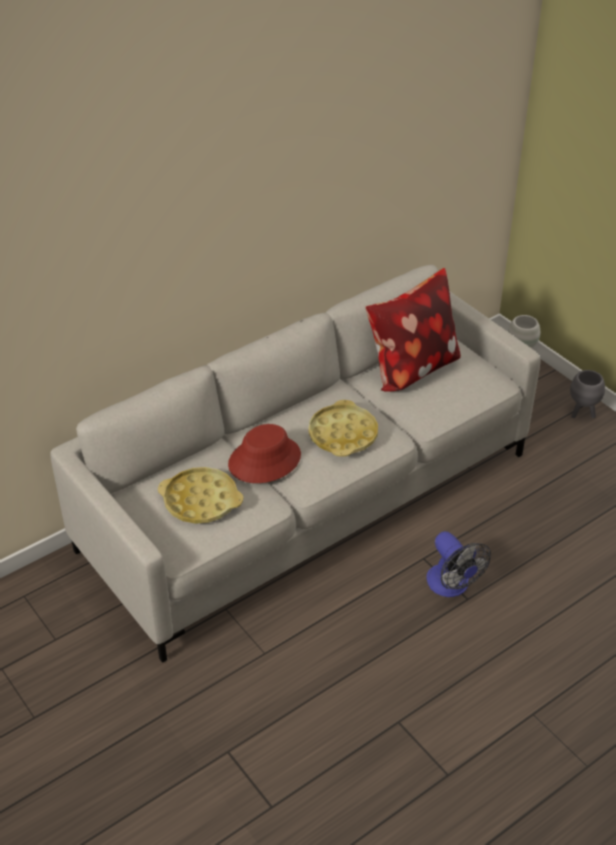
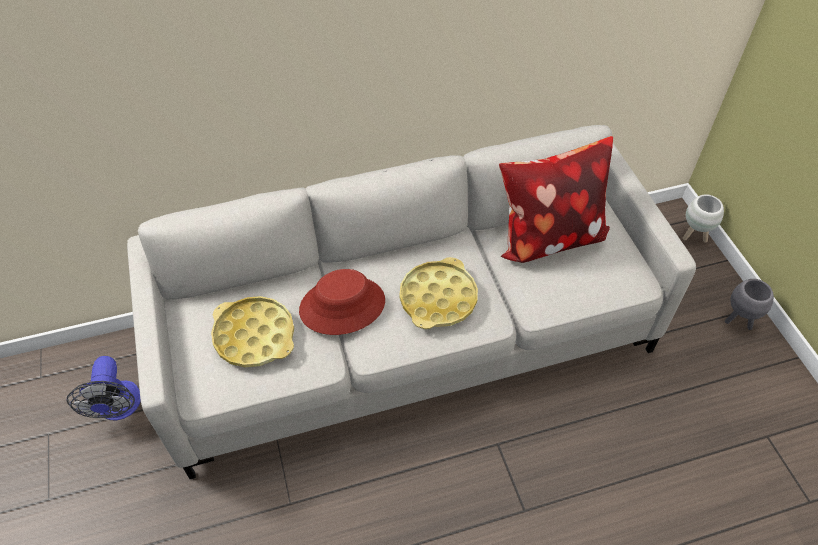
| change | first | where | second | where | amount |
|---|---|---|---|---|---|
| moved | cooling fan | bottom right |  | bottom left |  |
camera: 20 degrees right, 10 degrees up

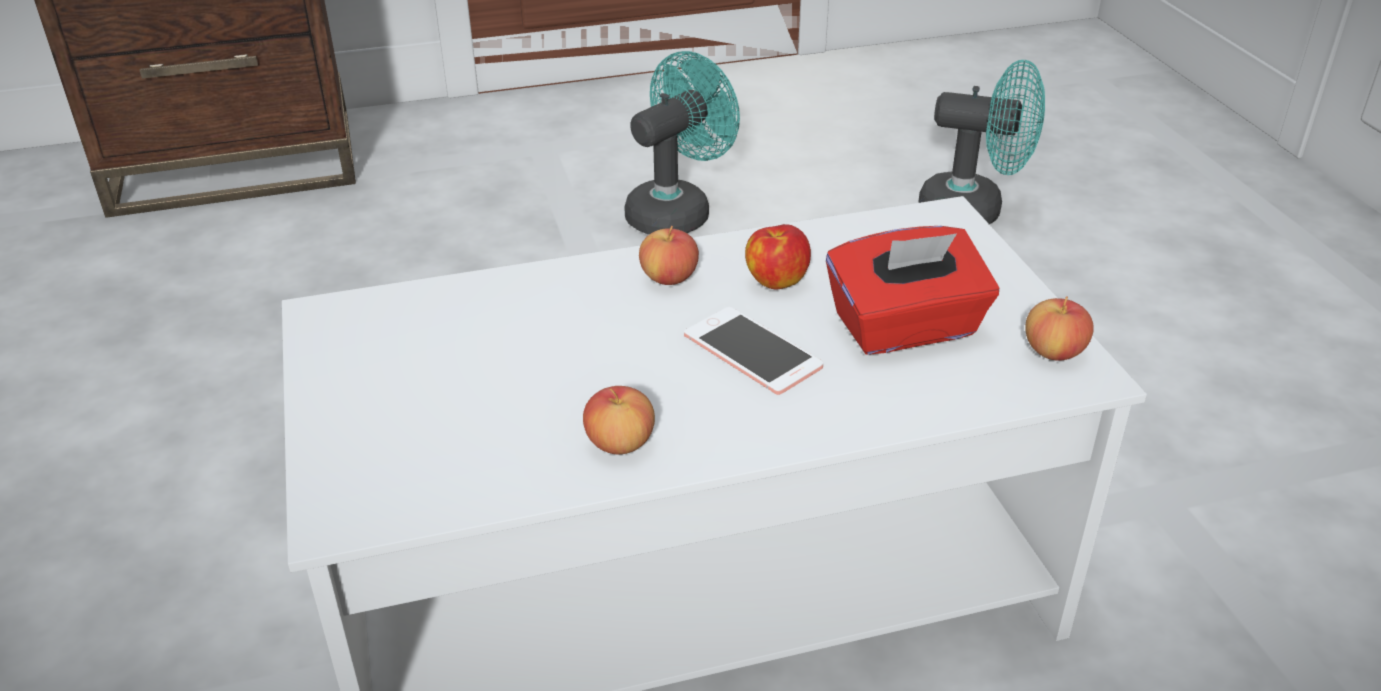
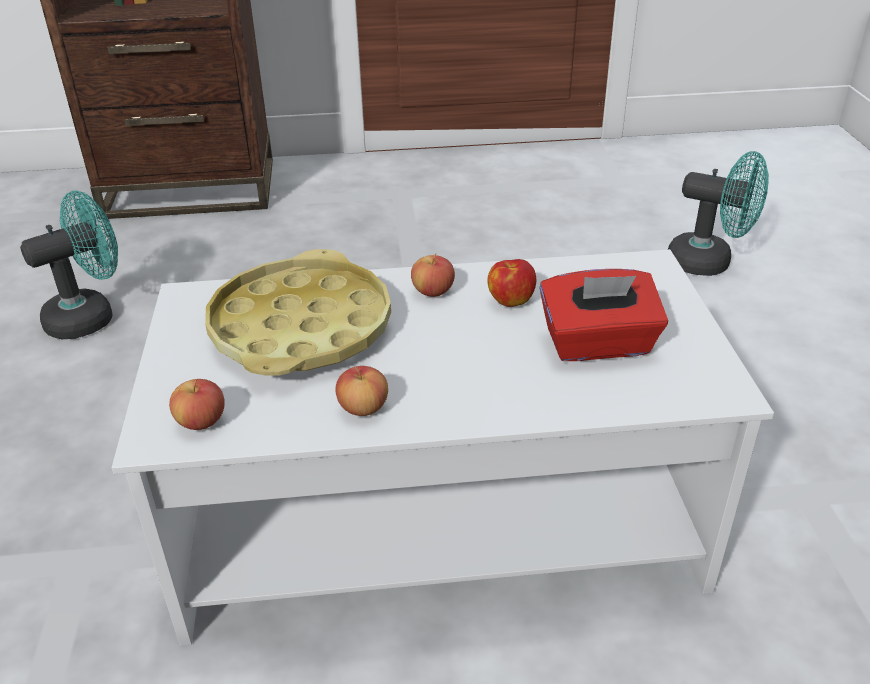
| change | first | where | second | where | amount |
|---|---|---|---|---|---|
| moved | turquoise cooling fan (1st from left) | top centre |  | middle left |  |
| removed | telephone | centre |  |  |  |
| moved | apple (4th from left in the first image) | middle right | apple (1st from left) | middle left |  |
| added |  |  | yellow carrying tray | centre |  |
camera: 10 degrees right, 0 degrees up

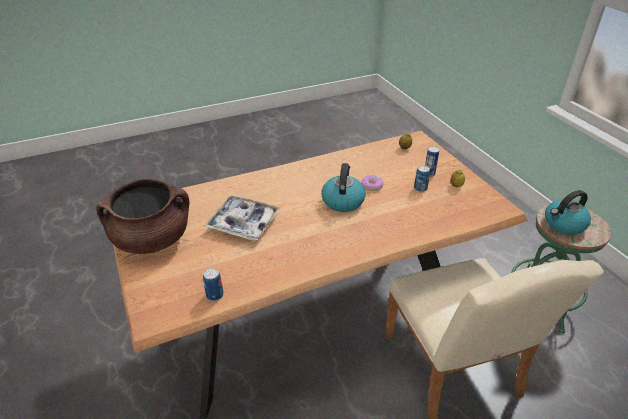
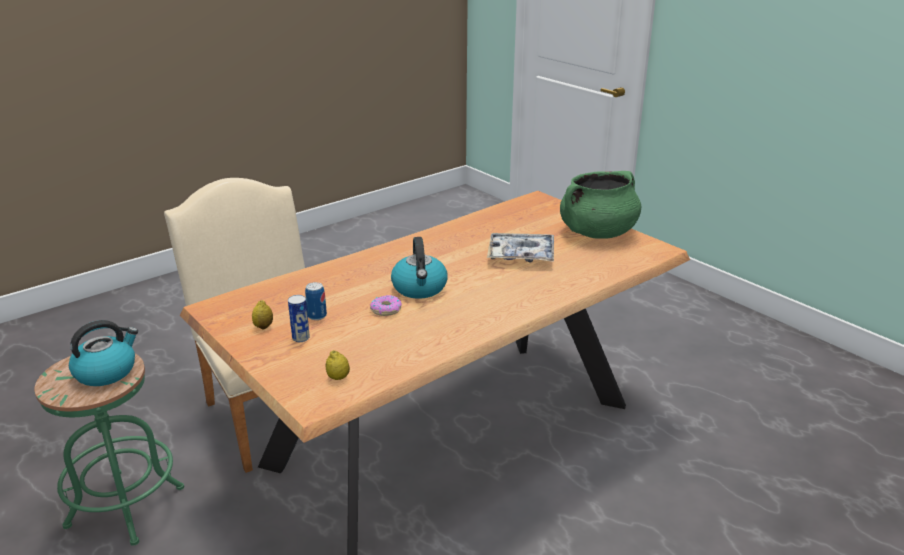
| change | first | where | second | where | amount |
|---|---|---|---|---|---|
| recoloured | brownish saucepot | middle left | greenish saucepot | centre |  |
| removed | can (1st from left) | bottom centre |  |  |  |
camera: 165 degrees right, 10 degrees down

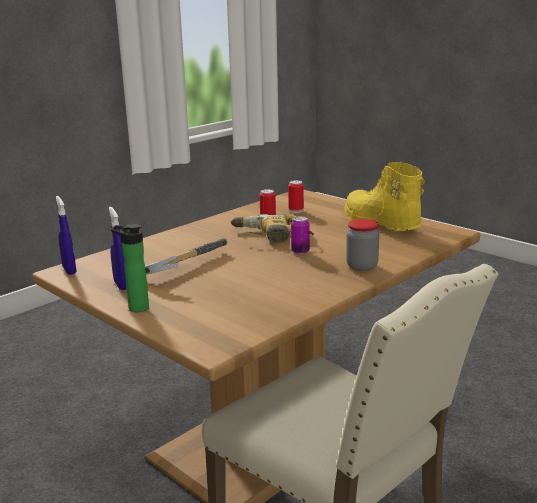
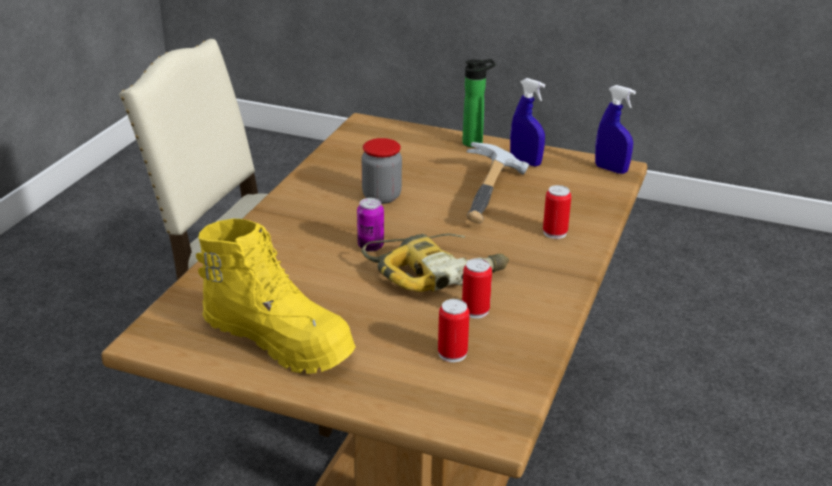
| change | first | where | second | where | amount |
|---|---|---|---|---|---|
| moved | storage jar | middle right |  | centre |  |
| added |  |  | can (4th from left) | middle right |  |
camera: 155 degrees right, 10 degrees up

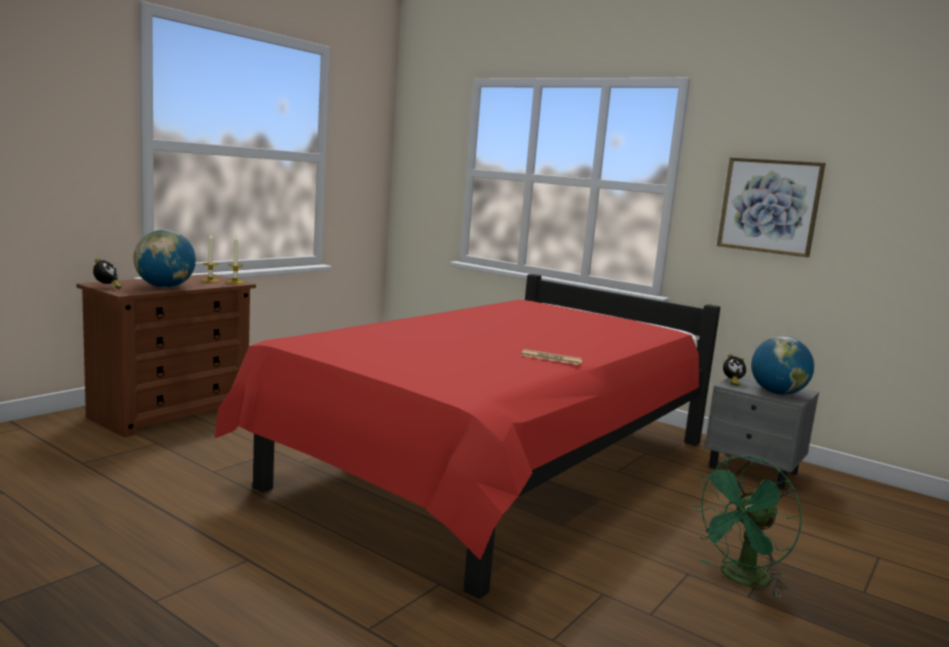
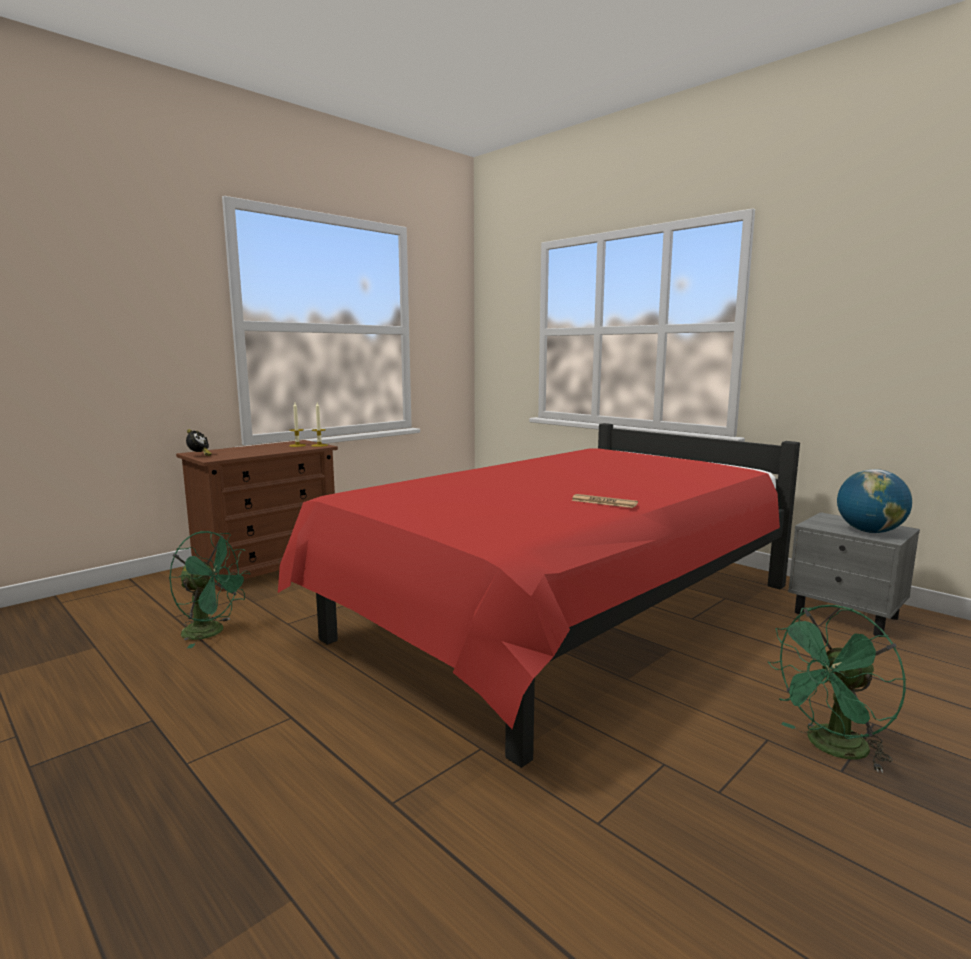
| change | first | where | second | where | amount |
|---|---|---|---|---|---|
| removed | world globe (1st from left) | middle left |  |  |  |
| removed | wall picture | top right |  |  |  |
| removed | alarm clock (2nd from left) | middle right |  |  |  |
| added |  |  | greenish cooling fan (1st from left) | middle left |  |
camera: 10 degrees right, 0 degrees up

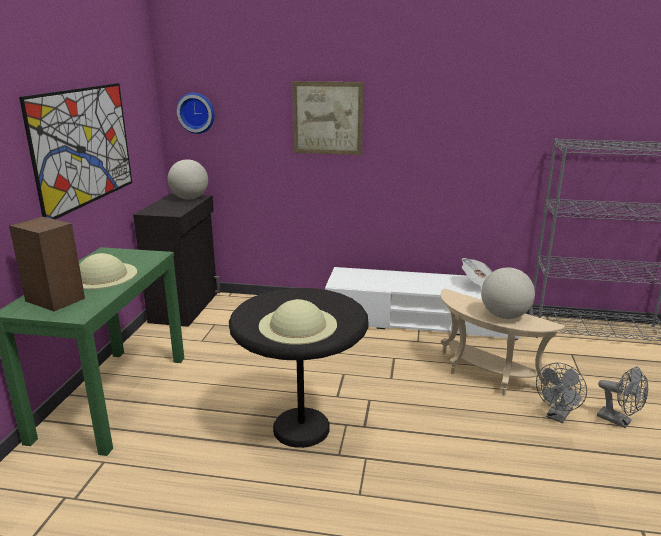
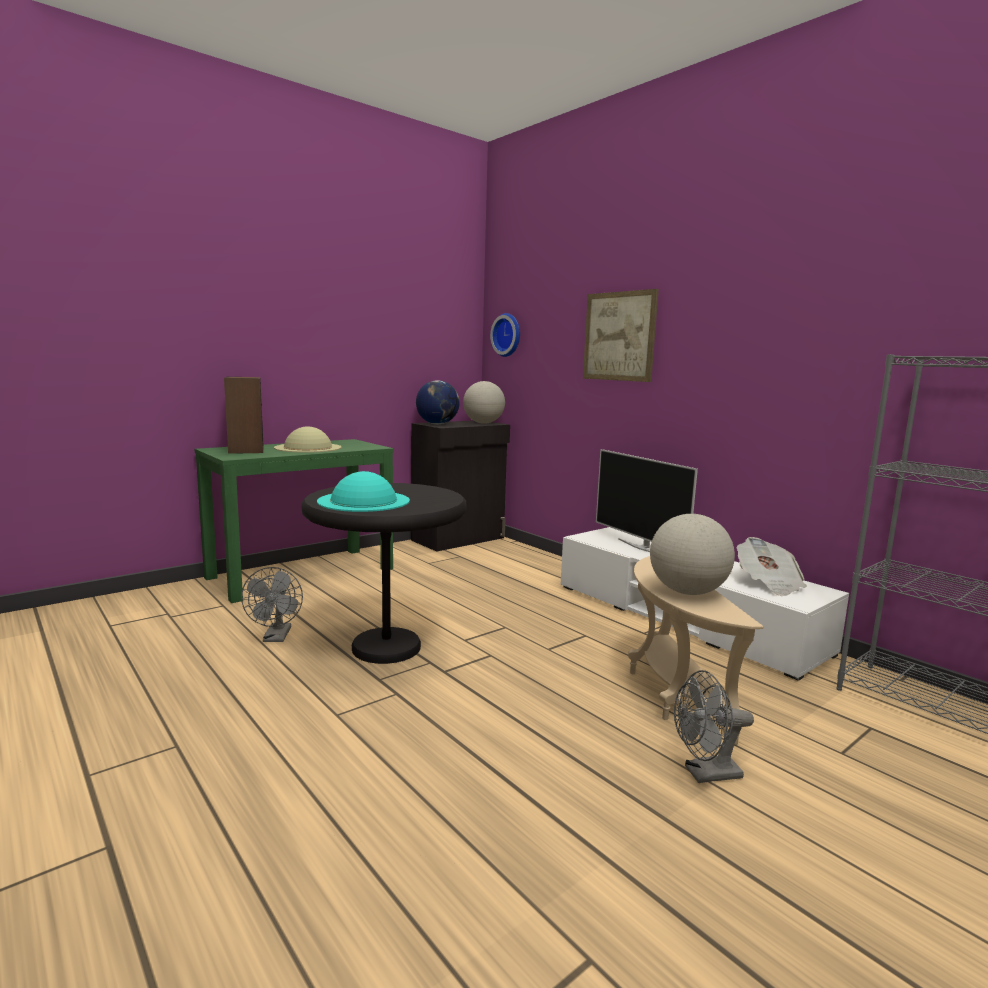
| change | first | where | second | where | amount |
|---|---|---|---|---|---|
| removed | wall picture (1st from left) | top left |  |  |  |
| recoloured | sand-coloured hat (2nd from left) | centre | turquoise hat | centre |  |
| moved | greyish cooling fan (2nd from left in the first image) | bottom right | greyish cooling fan (1st from left) | middle left |  |
| added |  |  | world globe (1st from left) | centre |  |
| added |  |  | TV | centre |  |
camera: 40 degrees right, 10 degrees down

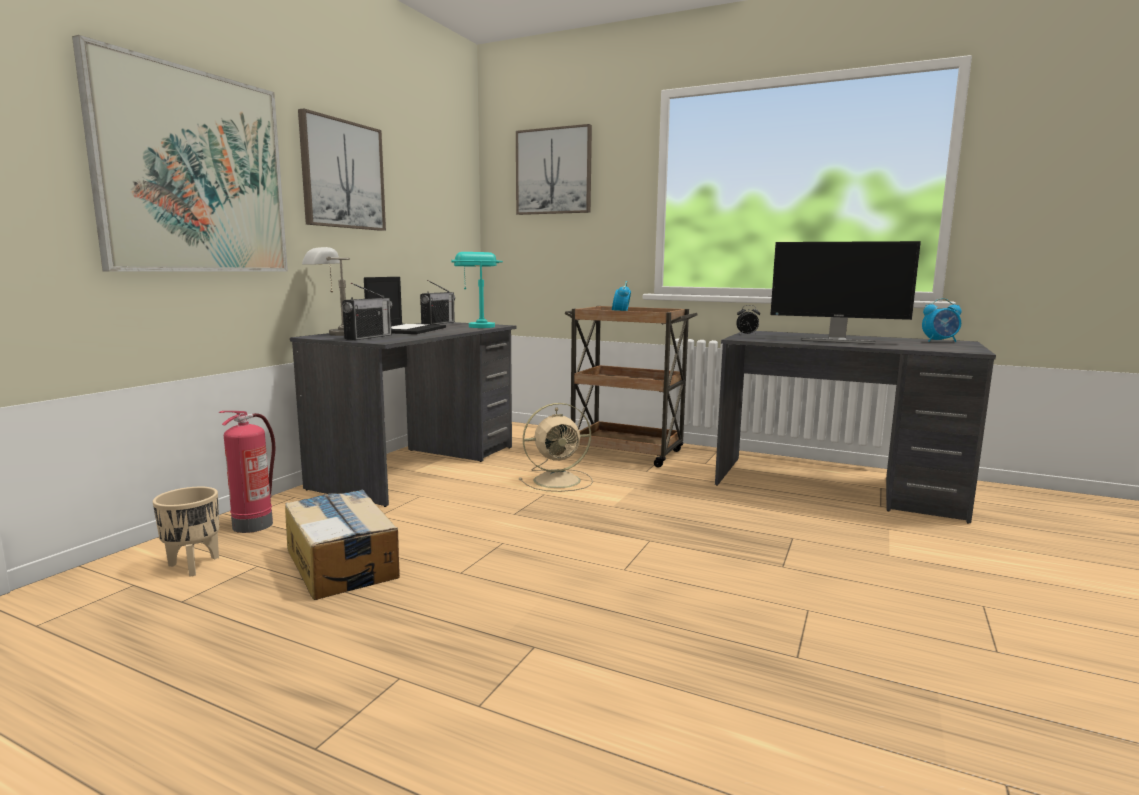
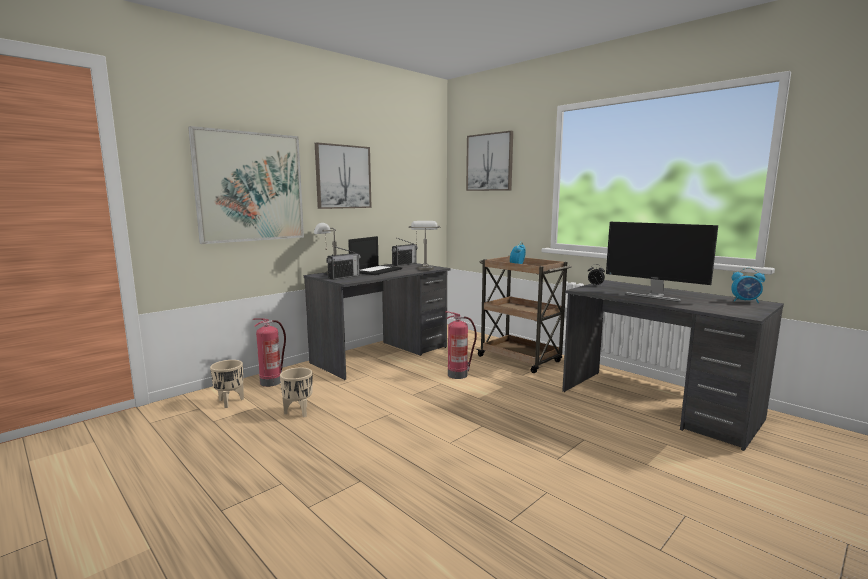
| change | first | where | second | where | amount |
|---|---|---|---|---|---|
| replaced | carton | bottom left | sand-coloured flower pot (2nd from left) | bottom centre |  |
| recoloured | turquoise table lamp | centre | greyish table lamp (2nd from left) | centre |  |
| replaced | sand-coloured cooling fan | centre | fire-fighting cylinder (2nd from left) | centre |  |
camera: 20 degrees right, 0 degrees up

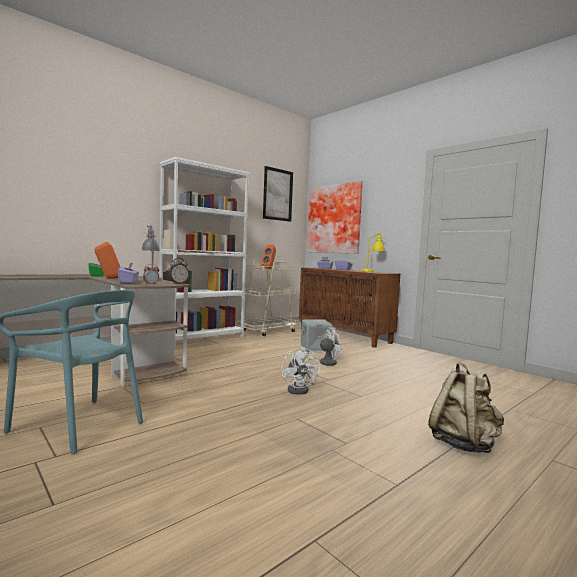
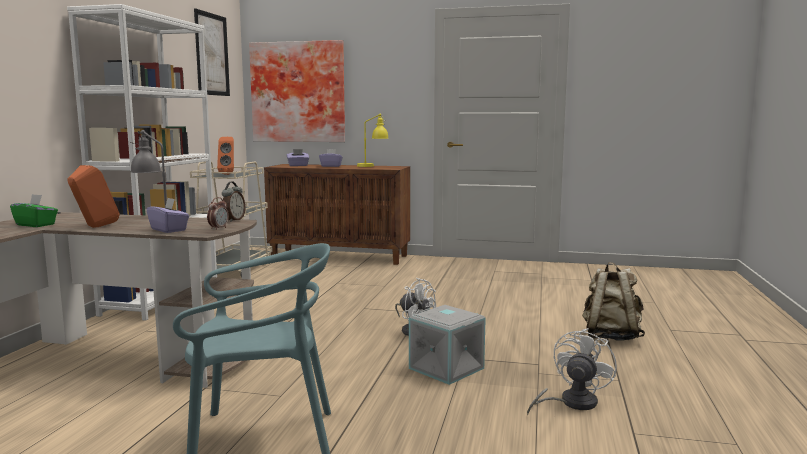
| change | first | where | second | where | amount |
|---|---|---|---|---|---|
| moved | greyish storage bin | centre |  | bottom centre |  |
| moved | whitish cooling fan (2nd from left) | centre |  | bottom right |  |
camera: 35 degrees left, 5 degrees up

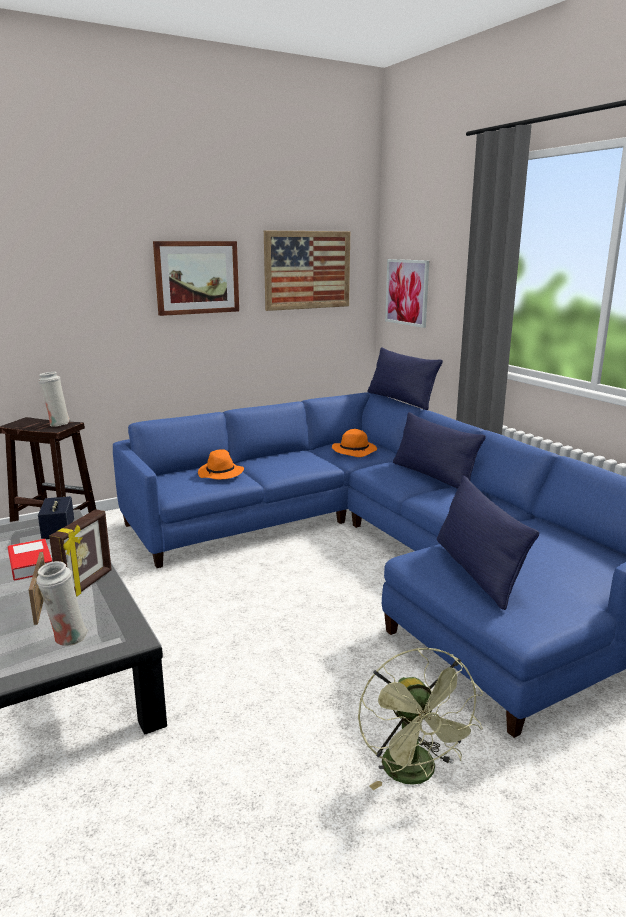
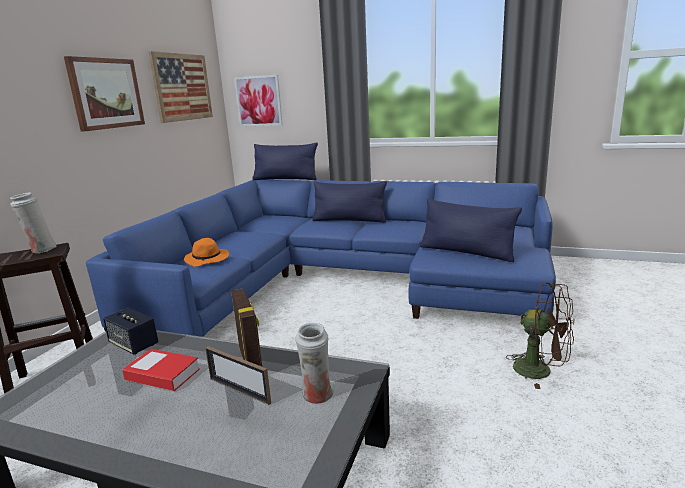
| change | first | where | second | where | amount |
|---|---|---|---|---|---|
| removed | orangey hat (2nd from left) | centre |  |  |  |
| recoloured | greenish cooling fan | bottom right | brownish cooling fan | bottom right |  |
camera: 40 degrees left, 0 degrees up

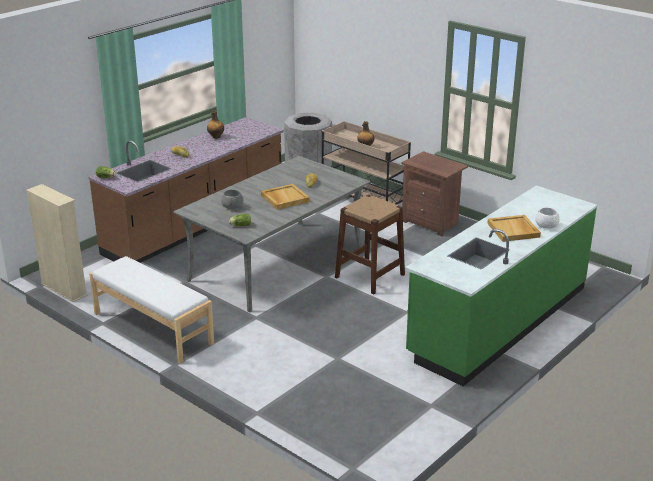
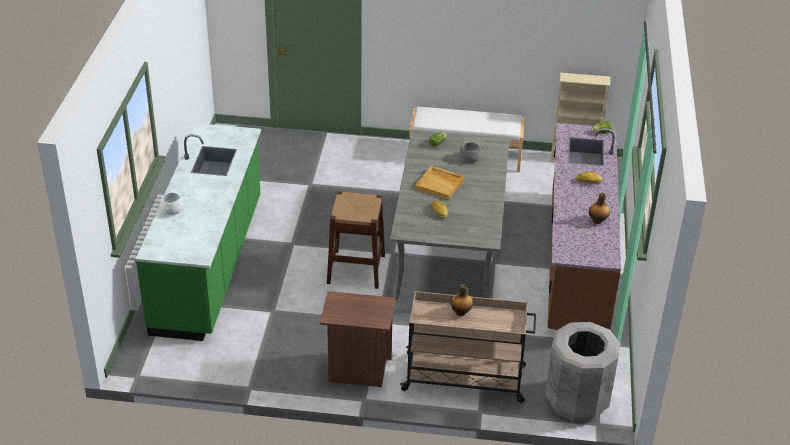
| change | first | where | second | where | amount |
|---|---|---|---|---|---|
| removed | sand-coloured carrying tray (2nd from left) | middle right |  |  |  |
camera: 145 degrees right, 10 degrees up

